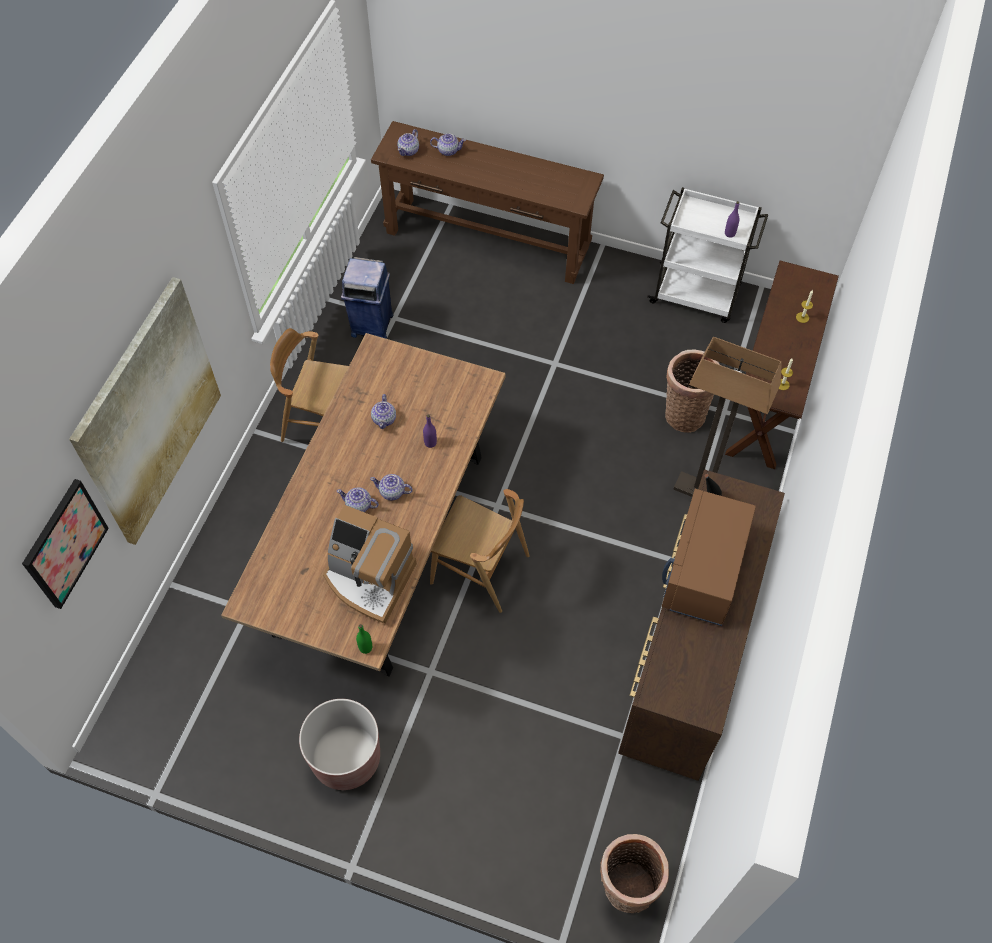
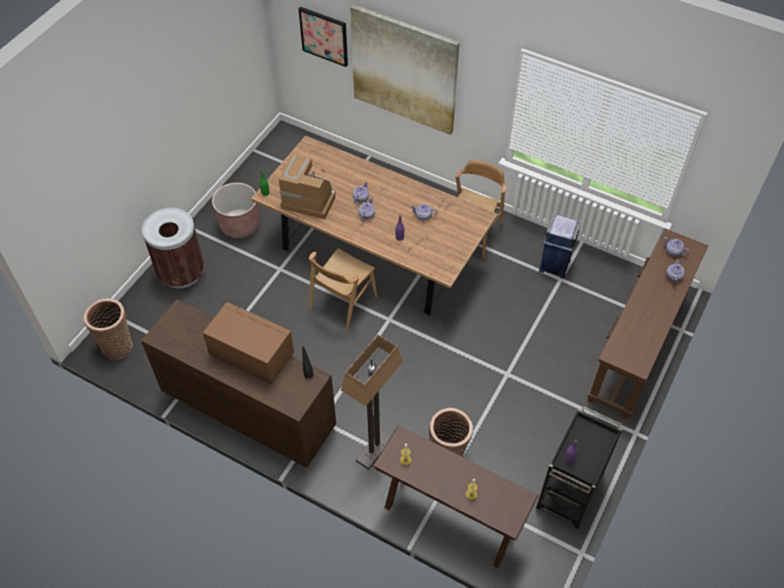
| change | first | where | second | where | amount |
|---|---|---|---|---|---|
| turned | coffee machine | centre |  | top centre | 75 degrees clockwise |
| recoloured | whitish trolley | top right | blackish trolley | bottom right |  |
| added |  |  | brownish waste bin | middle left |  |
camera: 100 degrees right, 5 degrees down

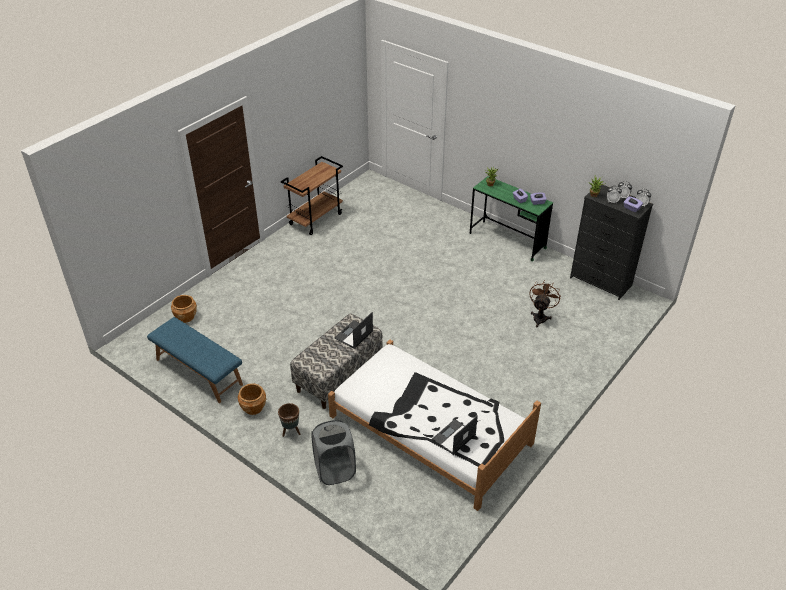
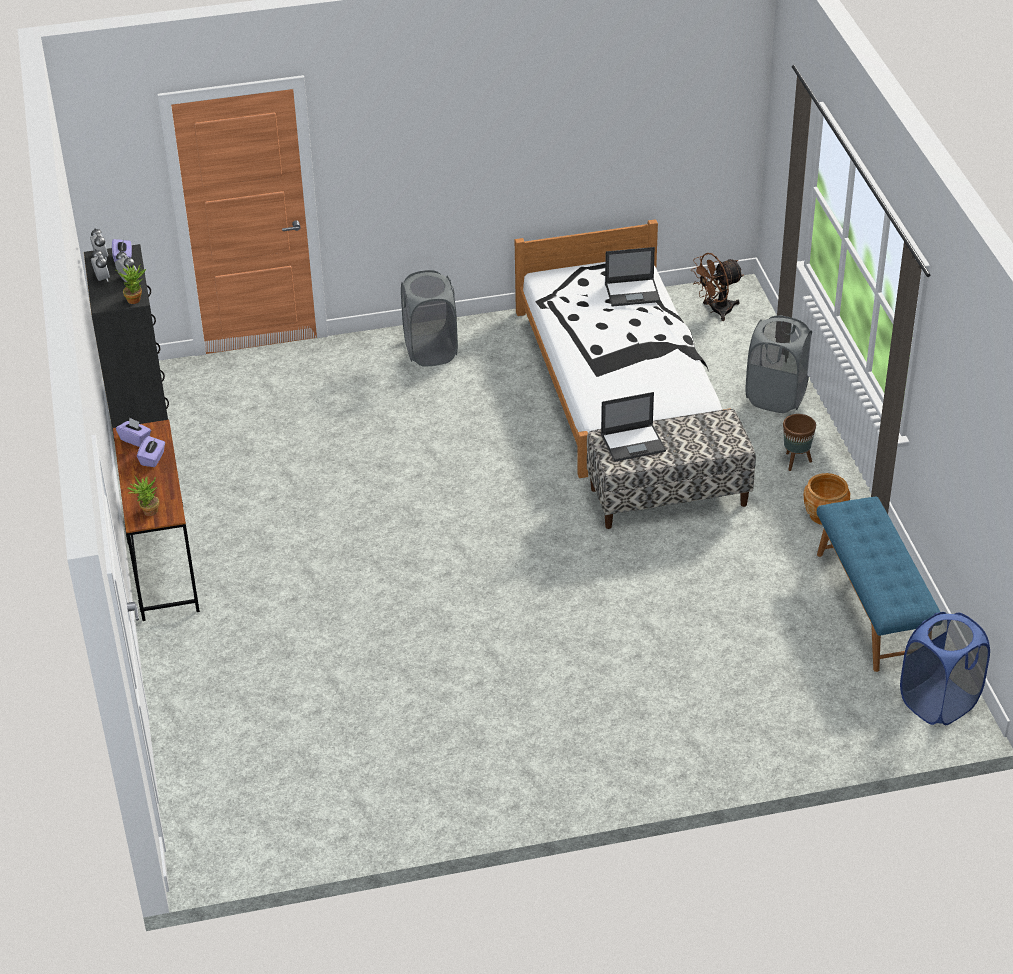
| change | first | where | second | where | amount |
|---|---|---|---|---|---|
| removed | brownish flower pot (1st from left) | middle left |  |  |  |
| removed | brownish trolley | top centre |  |  |  |
| recoloured | greenish desk table | centre | brownish desk table | middle left |  |
| moved | brownish cooling fan | middle right |  | top right |  |
| added |  |  | greyish hamper (1st from left) | top centre |  |
| added |  |  | blue hamper | bottom right |  |
camera: 140 degrees left, 0 degrees up

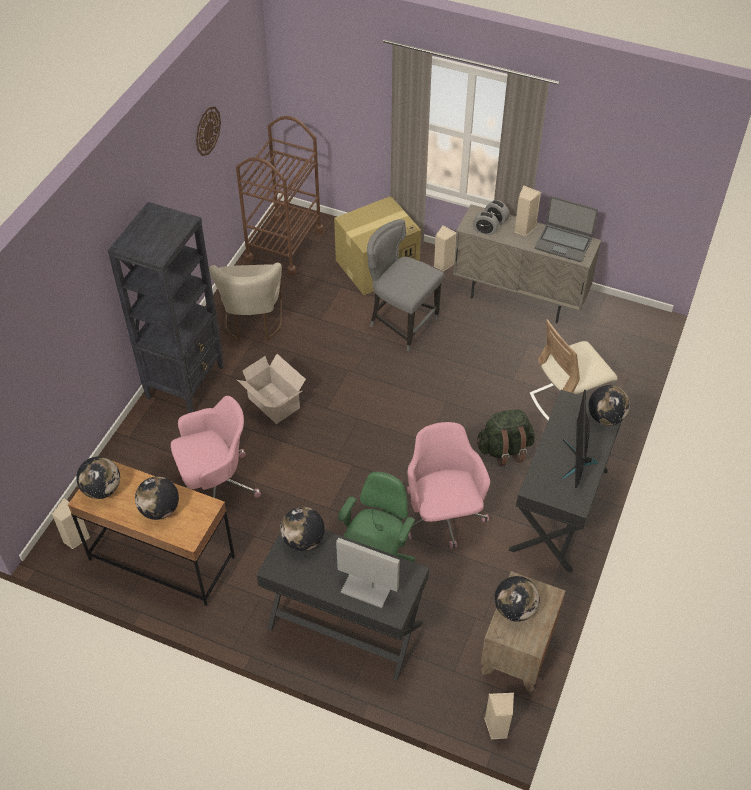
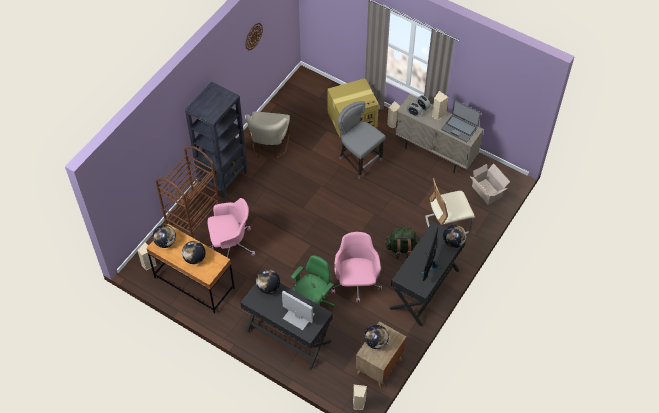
| change | first | where | second | where | amount |
|---|---|---|---|---|---|
| moved | brownish trolley | top centre |  | middle left |  |
| moved | carton (1st from left in the first image) | centre | carton (2nd from left) | middle right |  |
camera: 10 degrees right, 5 degrees up

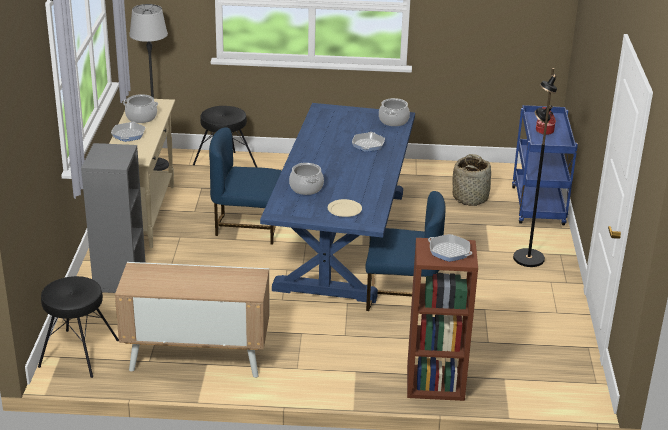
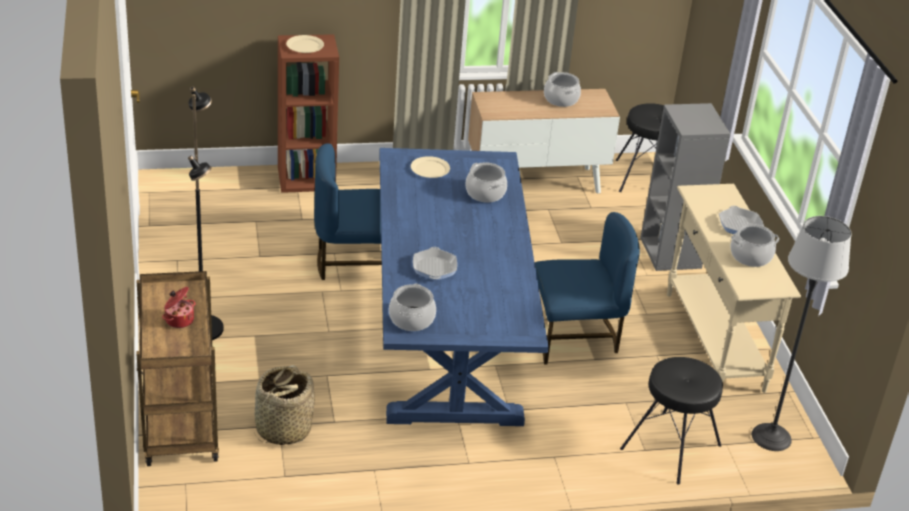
| change | first | where | second | where | amount |
|---|---|---|---|---|---|
| replaced | pan (3rd from left) | middle right | sand-coloured plate (1st from left) | top centre |  |
| recoloured | blue trolley | middle right | brownish trolley | bottom left |  |
| added |  |  | saucepot (4th from left) | top centre |  |
camera: 165 degrees right, 5 degrees up

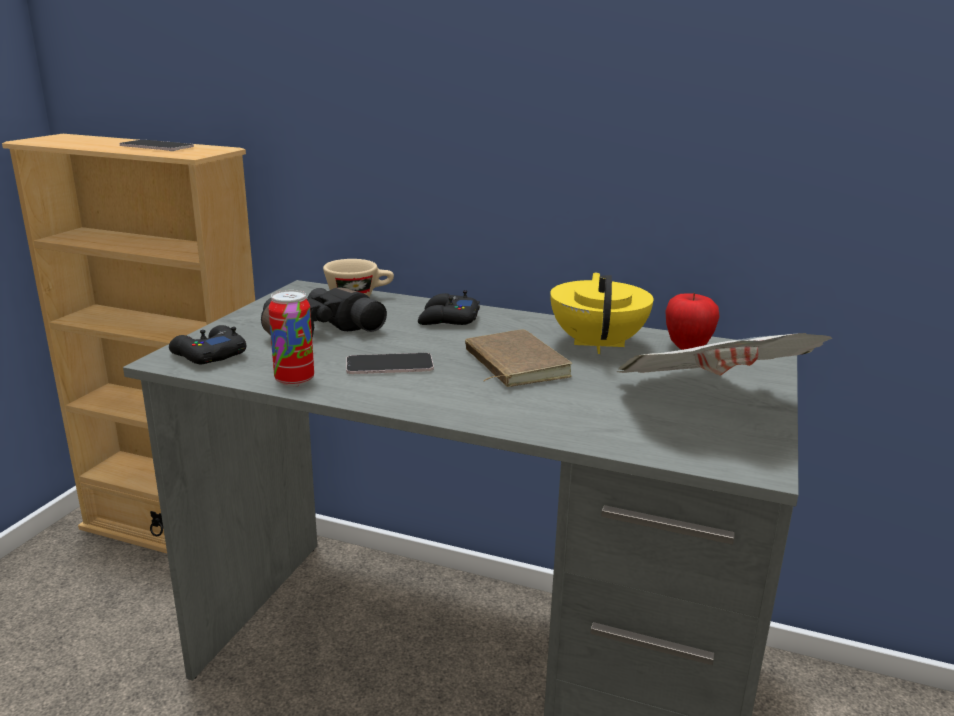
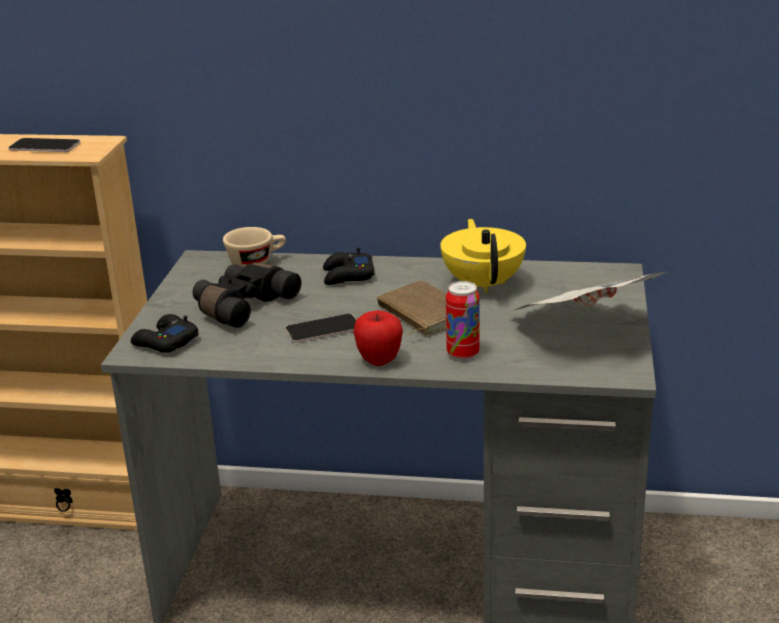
| change | first | where | second | where | amount |
|---|---|---|---|---|---|
| moved | can | middle left |  | centre |  |
| moved | apple | middle right |  | centre |  |
camera: 10 degrees left, 5 degrees up

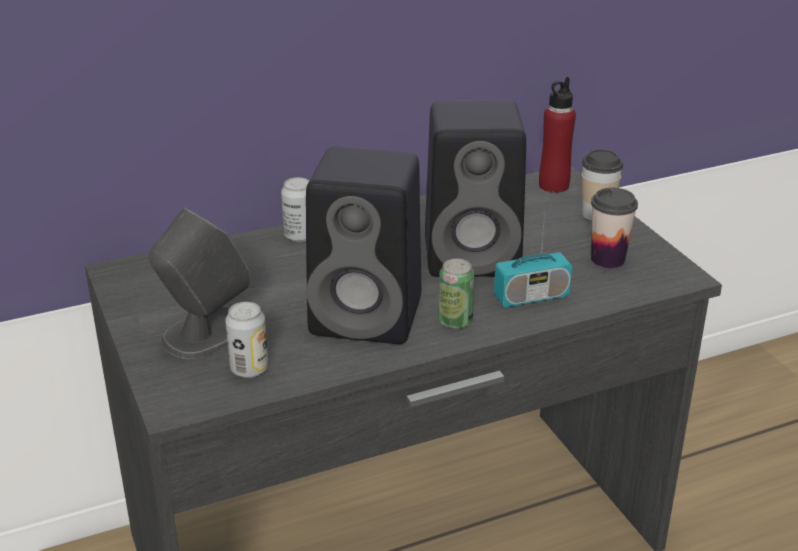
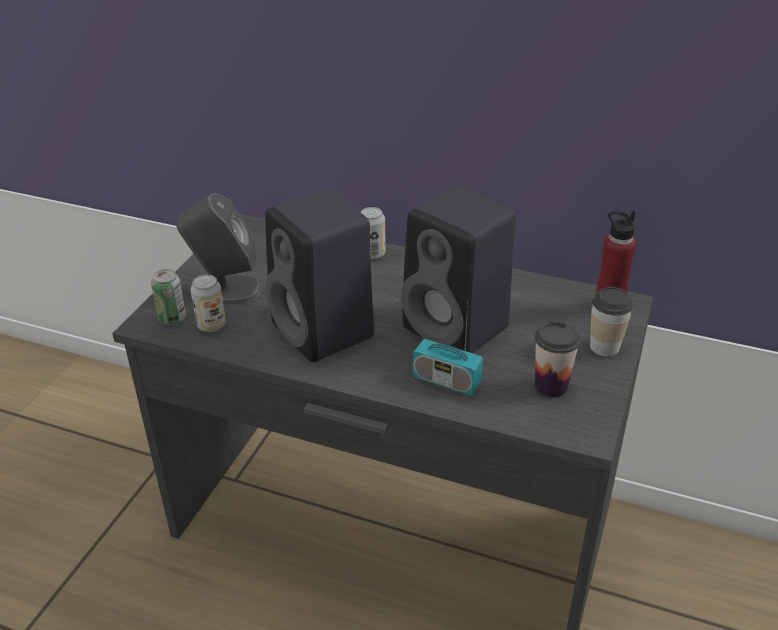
| change | first | where | second | where | amount |
|---|---|---|---|---|---|
| moved | can (3rd from left in the first image) | centre | can (1st from left) | middle left |  |
camera: 45 degrees right, 5 degrees up

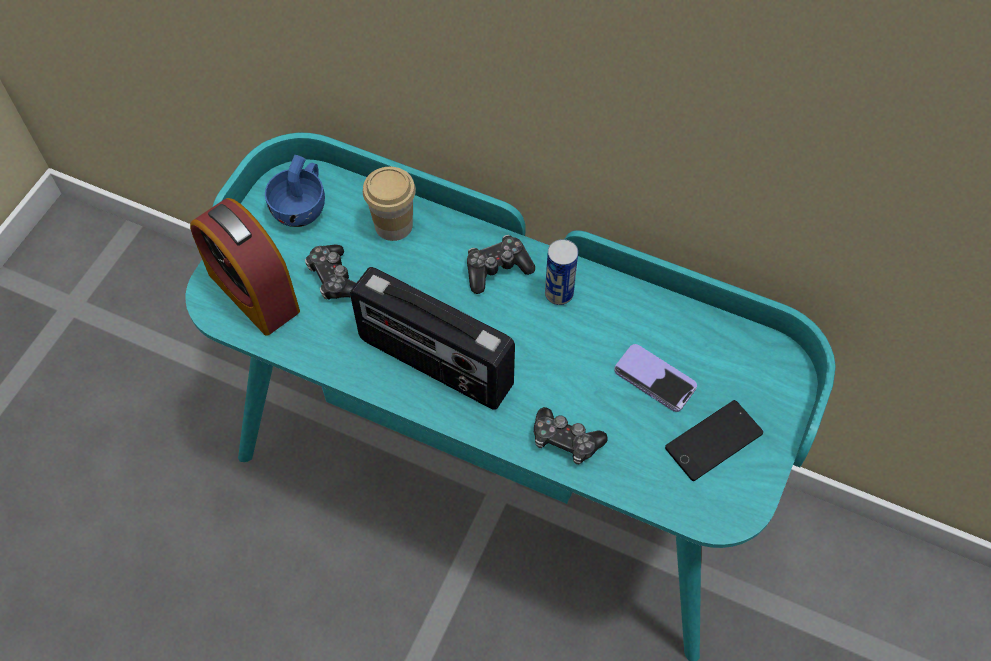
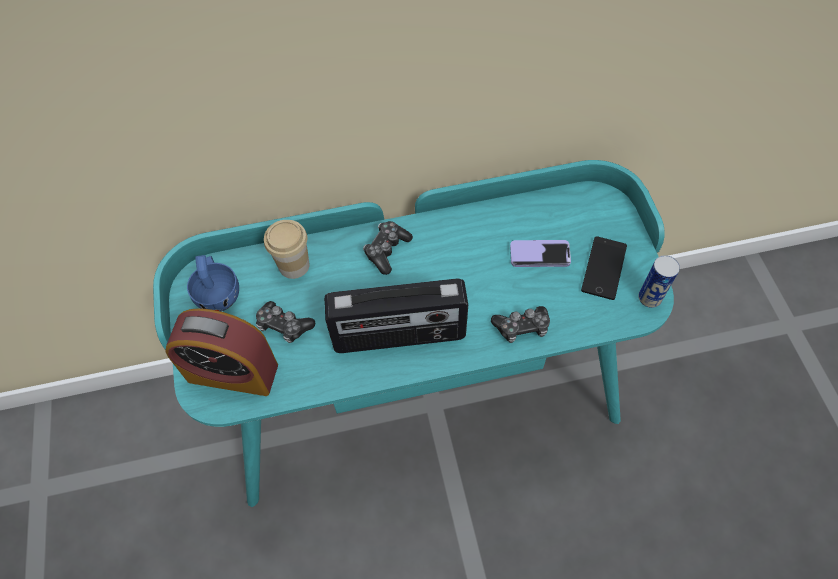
| change | first | where | second | where | amount |
|---|---|---|---|---|---|
| moved | can | centre |  | middle right |  |
camera: 35 degrees left, 0 degrees up

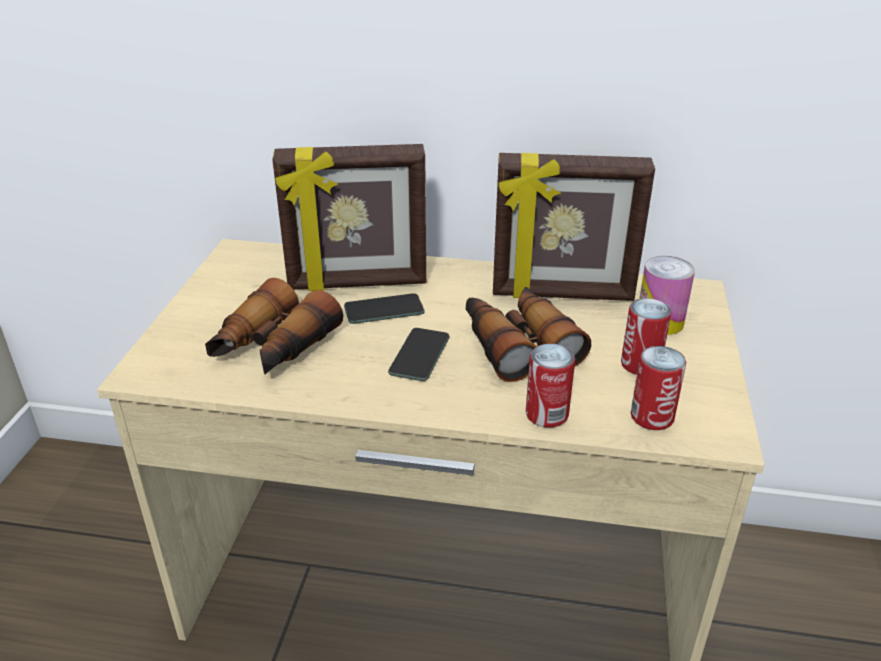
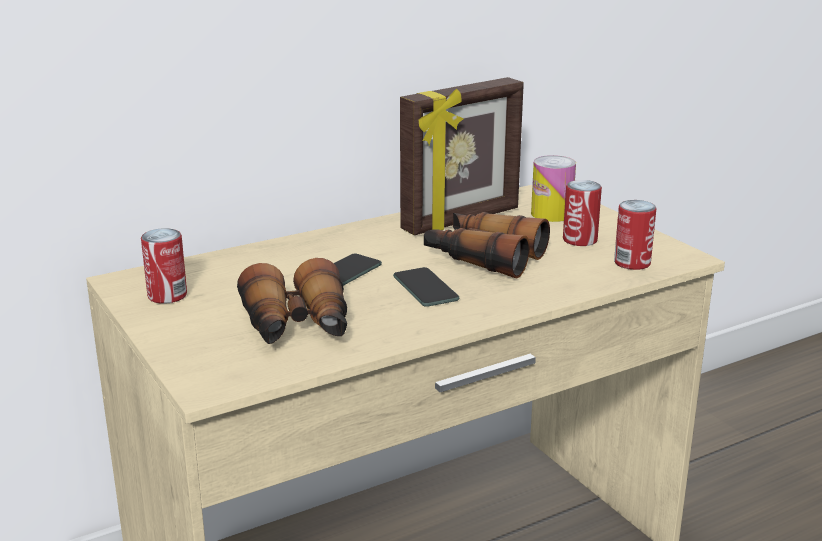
| change | first | where | second | where | amount |
|---|---|---|---|---|---|
| removed | picture frame (1st from left) | top centre |  |  |  |
| moved | can (1st from left) | centre |  | middle left |  |
camera: 40 degrees left, 10 degrees down

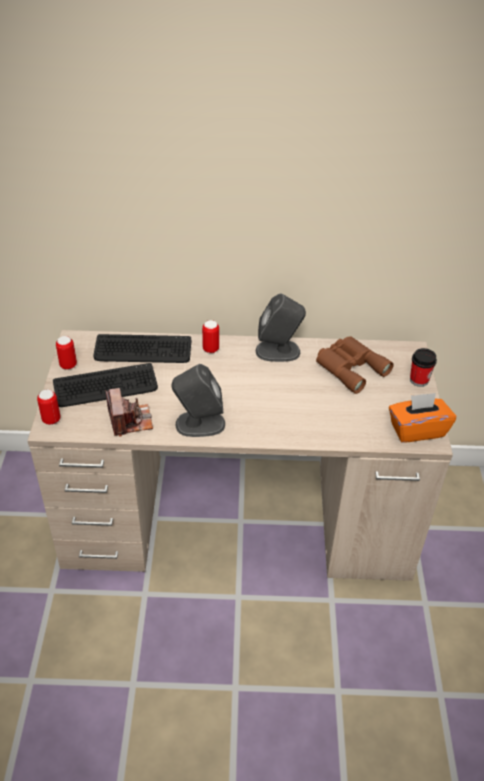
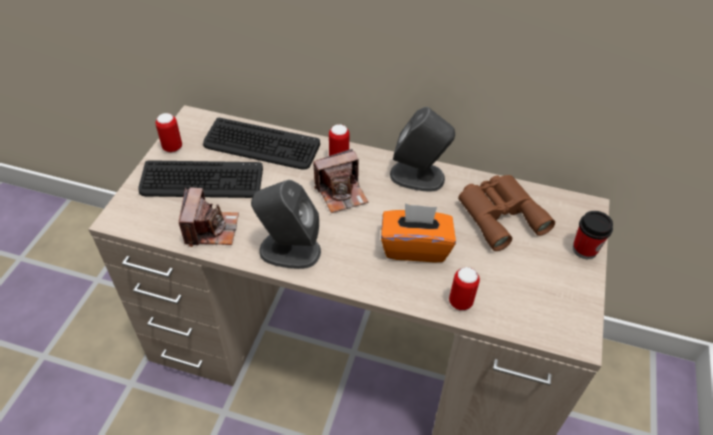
| change | first | where | second | where | amount |
|---|---|---|---|---|---|
| moved | can (1st from left in the first image) | middle left | can (3rd from left) | centre |  |
| moved | orangey tissue holder | middle right |  | centre |  |
| added |  |  | photo camera (2nd from left) | centre |  |
camera: 15 degrees right, 5 degrees up

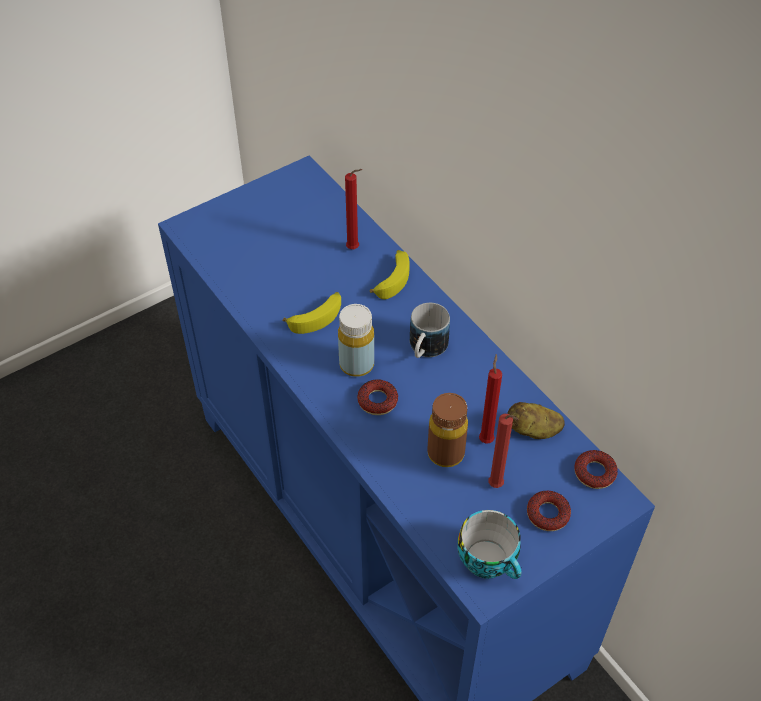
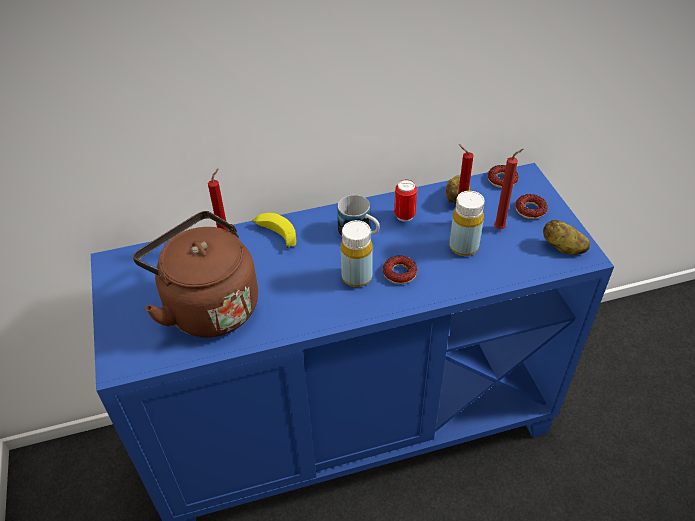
| change | first | where | second | where | amount |
|---|---|---|---|---|---|
| removed | banana (1st from left) | centre |  |  |  |
| recoloured | brownish drink bottle | centre | yellow drink bottle (2nd from left) | middle right |  |
| replaced | cup | bottom centre | potato (2nd from left) | middle right |  |
| added |  |  | brownish tea kettle | middle left |  |
| added |  |  | can | centre |  |
camera: 70 degrees left, 5 degrees down

